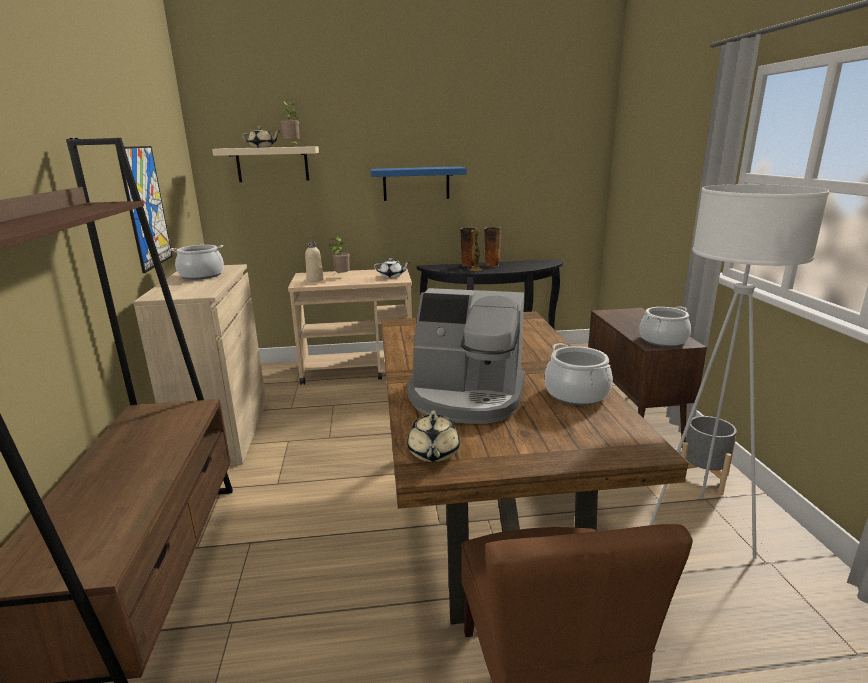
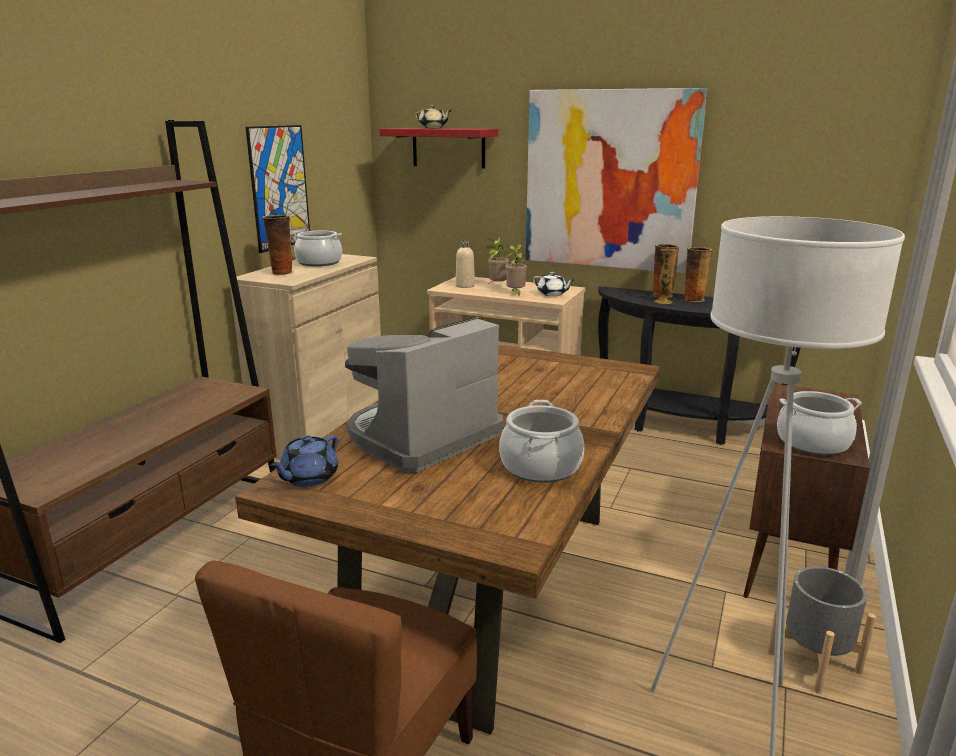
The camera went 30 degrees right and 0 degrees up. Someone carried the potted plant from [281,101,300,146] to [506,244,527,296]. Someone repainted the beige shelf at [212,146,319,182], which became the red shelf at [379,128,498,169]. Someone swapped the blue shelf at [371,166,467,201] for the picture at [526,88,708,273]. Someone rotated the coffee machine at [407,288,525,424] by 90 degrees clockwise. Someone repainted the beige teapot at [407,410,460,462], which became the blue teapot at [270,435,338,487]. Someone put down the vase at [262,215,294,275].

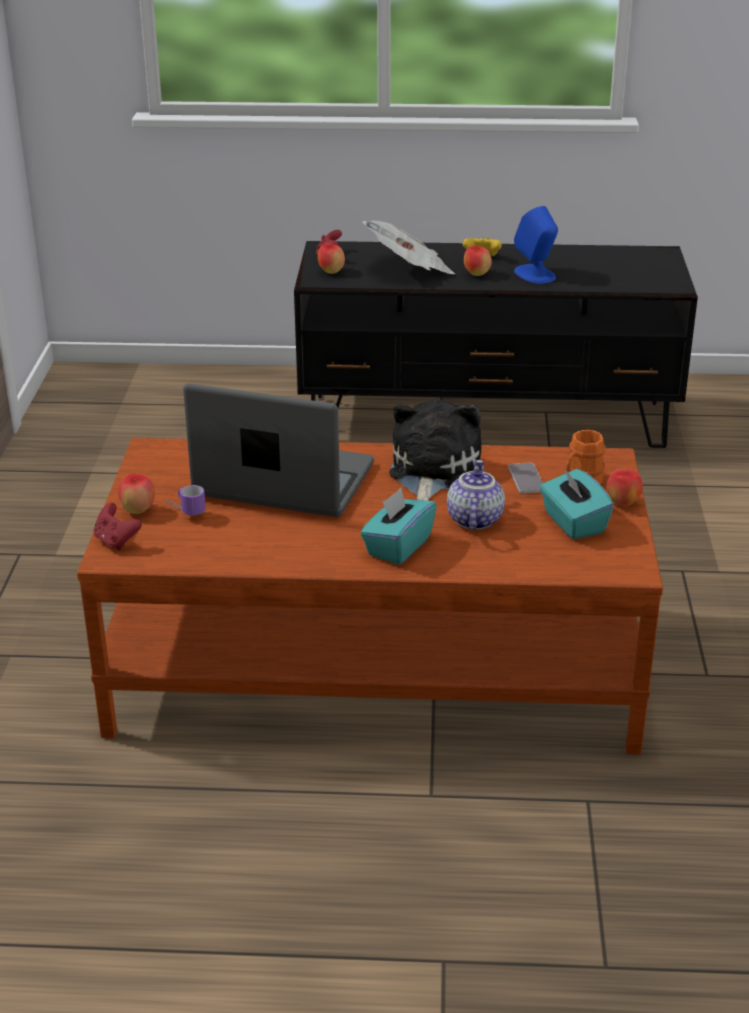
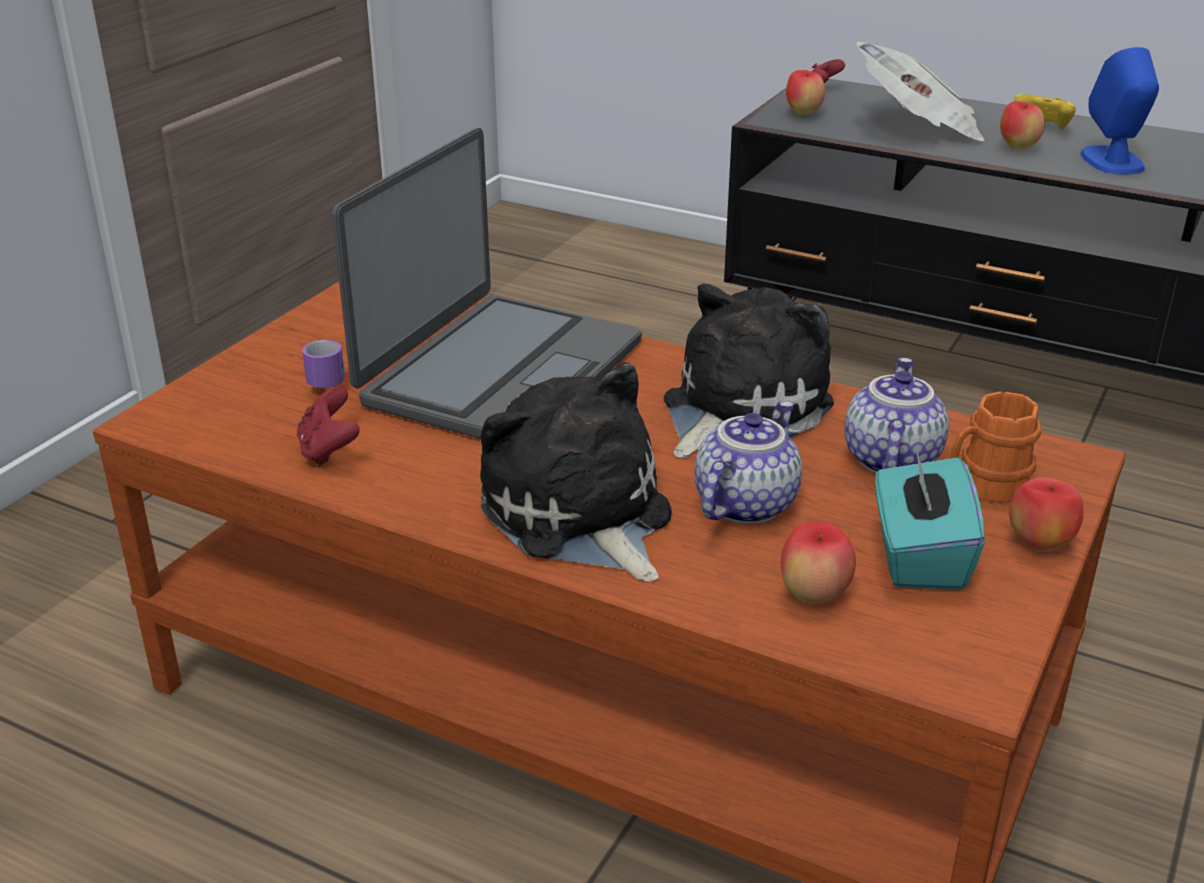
The camera went 25 degrees right and 0 degrees up. Someone rotated the laptop at [183,383,374,517] by 75 degrees clockwise. Someone swapped the phone at [508,463,543,493] for the teapot at [845,358,949,473]. Someone carried the apple from [118,473,155,514] to [781,521,856,604]. Someone swapped the turquoise tissue box at [360,488,437,565] for the plush toy at [480,363,672,582]. Someone carried the red game controller from [94,503,142,550] to [297,386,360,466].

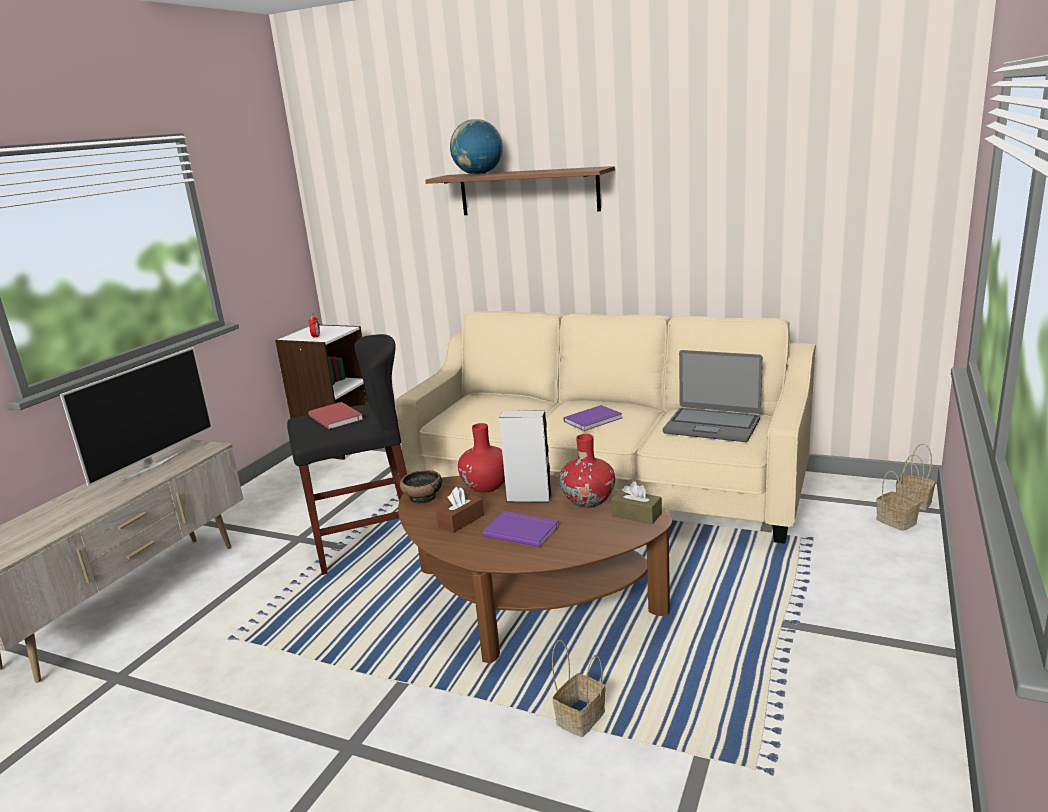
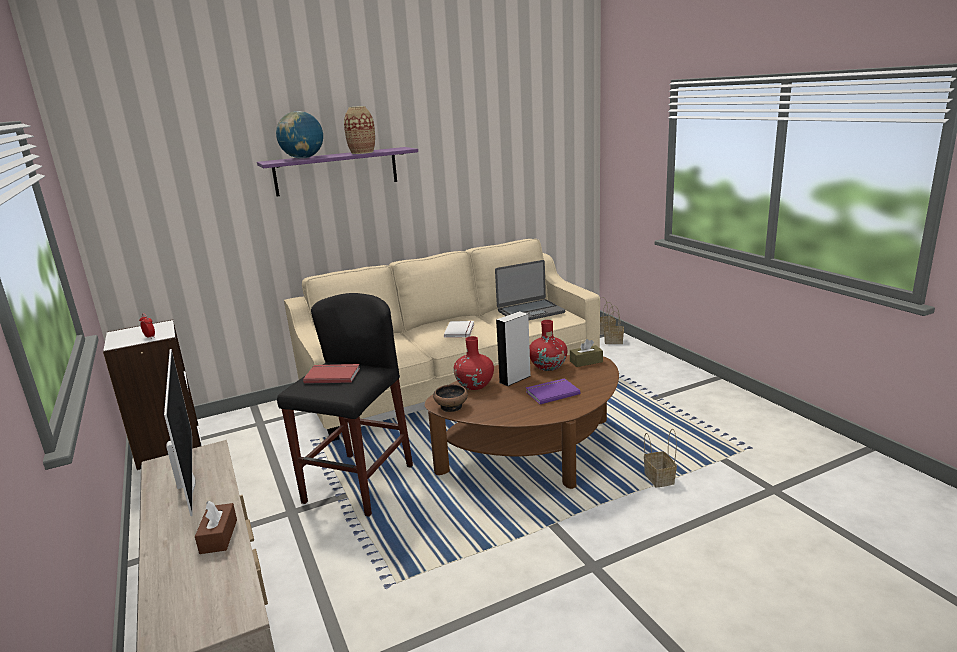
The camera went 50 degrees left and 0 degrees up. Someone repainted the brown shelf at [425,166,615,215], which became the purple shelf at [257,147,418,196]. Someone repainted the purple book at [563,405,622,431], which became the white book at [444,321,474,338]. Someone carried the brown tissue box from [436,487,484,533] to [195,501,237,554]. Someone put down the vase at [344,106,375,154].

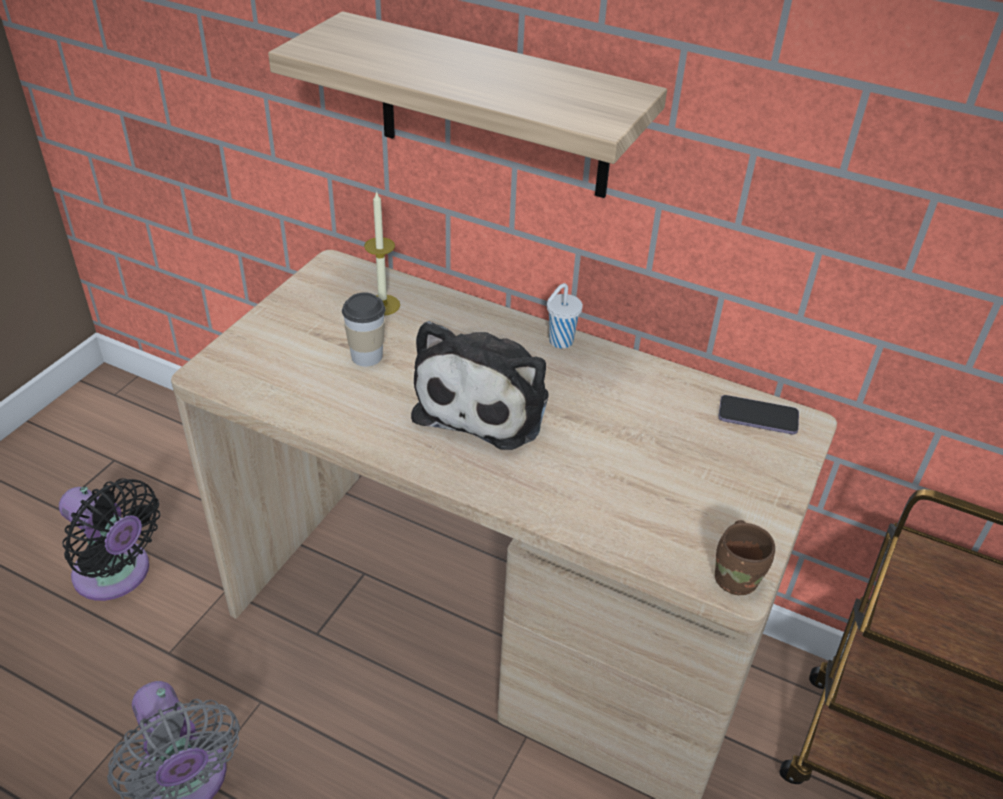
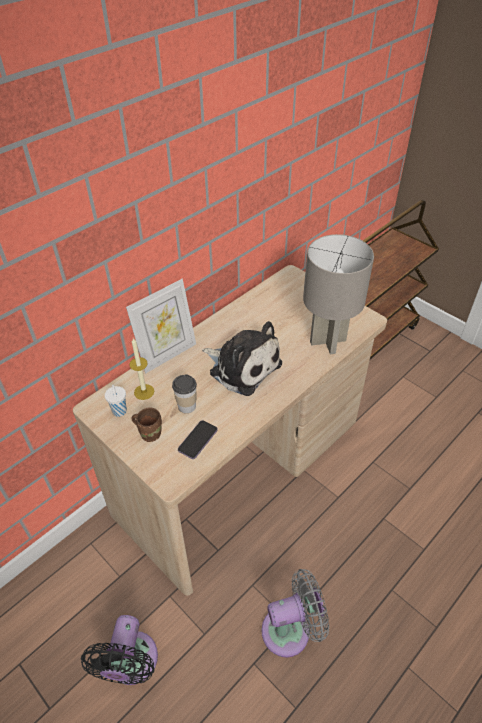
The camera went 70 degrees left and 5 degrees up. Someone took away the shelf at [268,11,667,198]. Someone carried the white cup from [547,283,583,349] to [105,385,127,417]. Someone carried the phone from [718,395,799,434] to [178,420,218,459]. Someone rotated the black fan at [59,478,160,601] by 135 degrees clockwise. Someone carried the brown mug from [715,520,775,595] to [132,408,162,442]. Someone put down the grey table lamp at [303,234,374,354]. Someone put down the picture frame at [126,279,196,373].

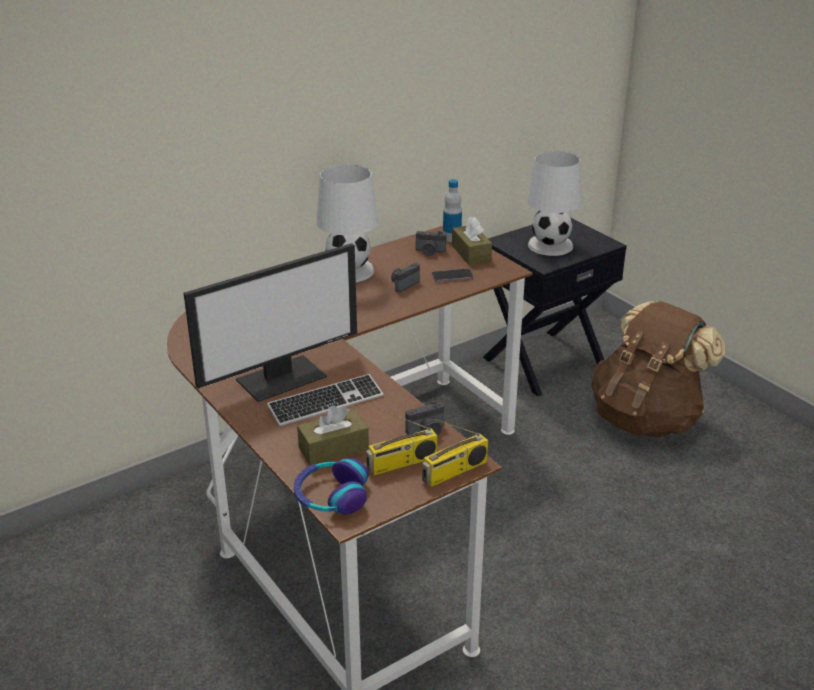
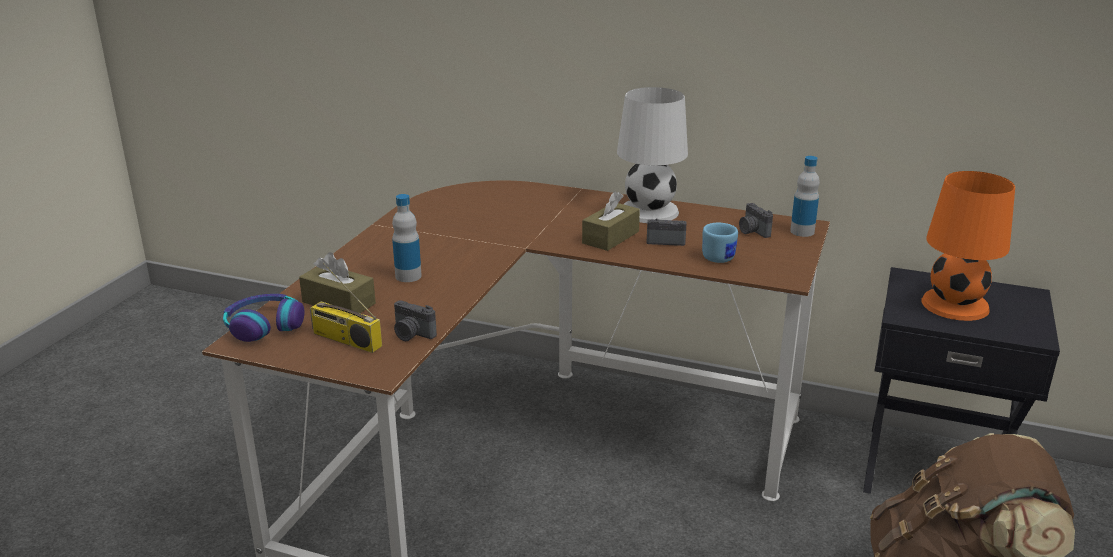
The camera went 55 degrees right and 5 degrees down. Someone repainted the white table lamp at [527,151,581,256], which became the orange table lamp at [921,171,1015,321]. Someone carried the brown tissue box from [452,217,492,265] to [582,191,640,251]. Someone took away the monitor at [184,243,357,402]. Someone swapped the phone at [432,269,473,282] for the blue mug at [702,223,738,263]. Someone swapped the keyboard at [267,374,383,426] for the bottle at [392,194,422,282]. Someone took away the radio at [422,419,488,487].

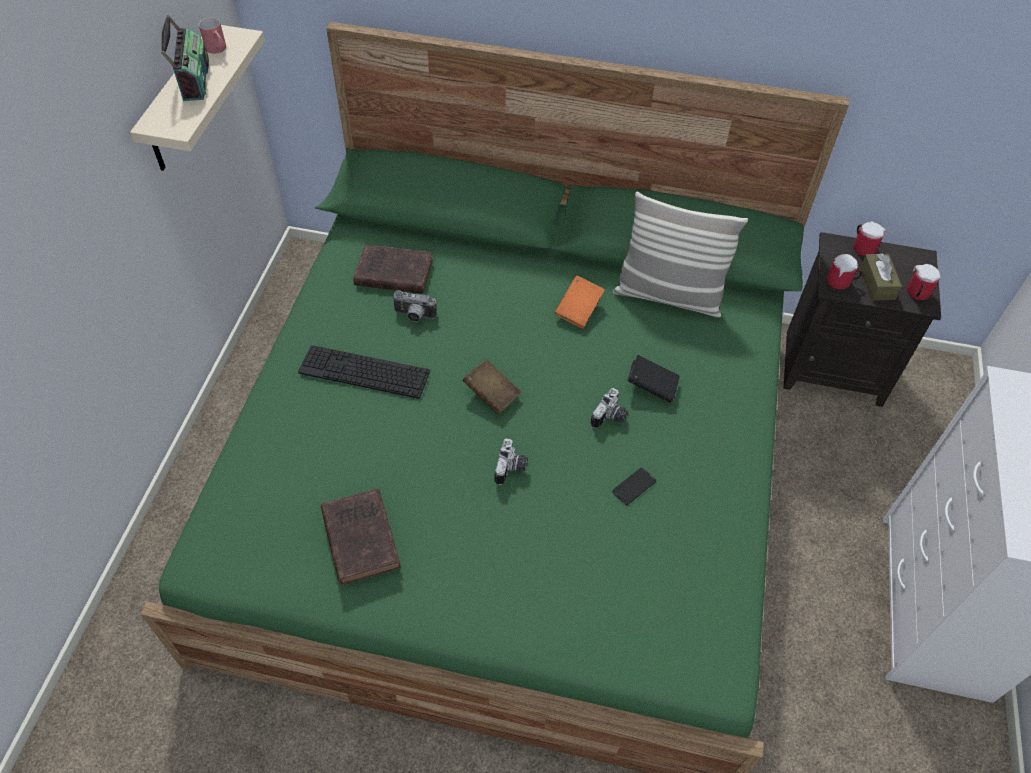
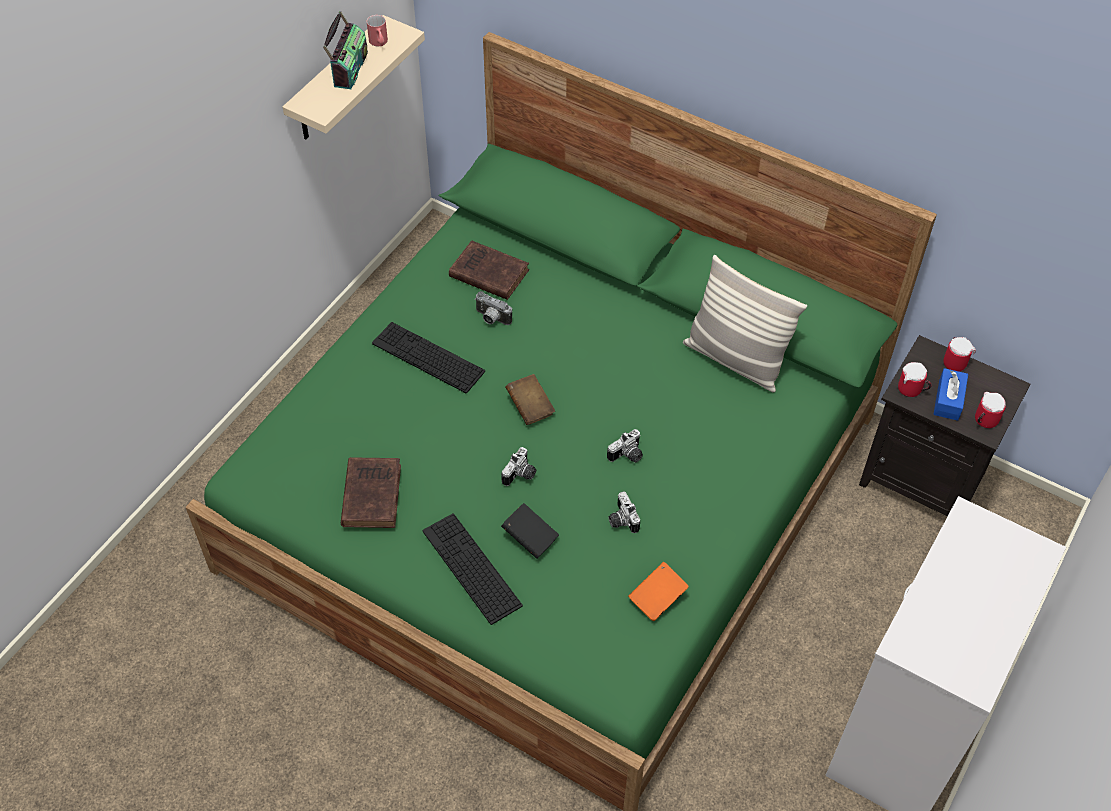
The camera went 20 degrees right and 0 degrees up. Someone repainted the brown tissue box at [860,253,902,300], which became the blue tissue box at [933,368,968,421]. Someone carried the orange book from [554,276,605,328] to [628,562,689,621]. Someone carried the black book from [628,355,680,403] to [501,503,559,559]. Someone swapped the phone at [612,468,656,505] for the photo camera at [608,491,640,533]. Someone put down the keyboard at [423,513,523,625].

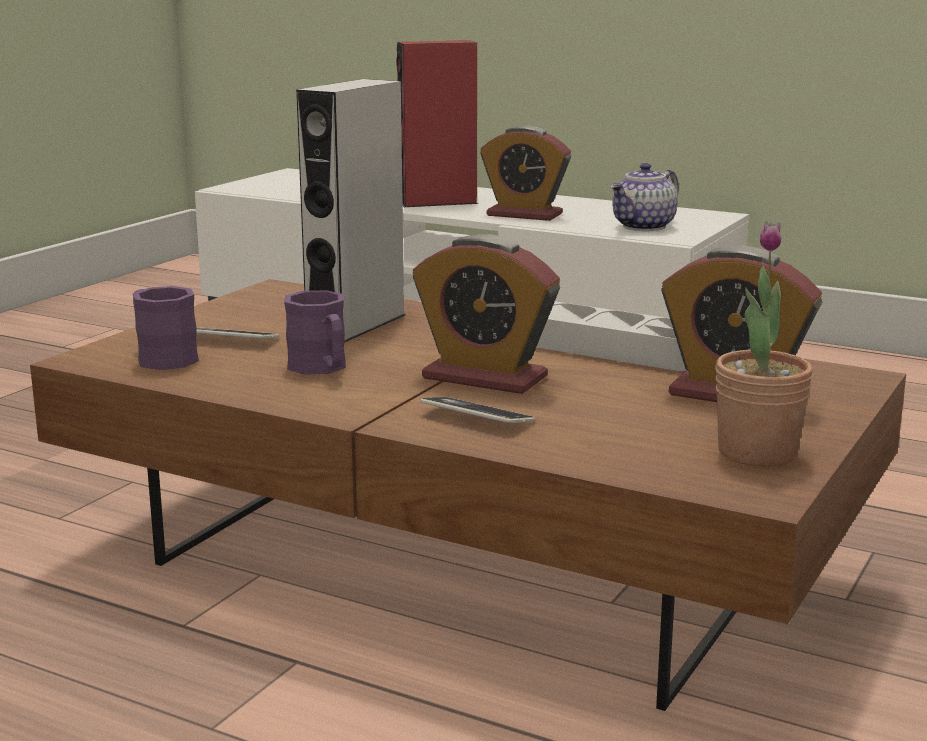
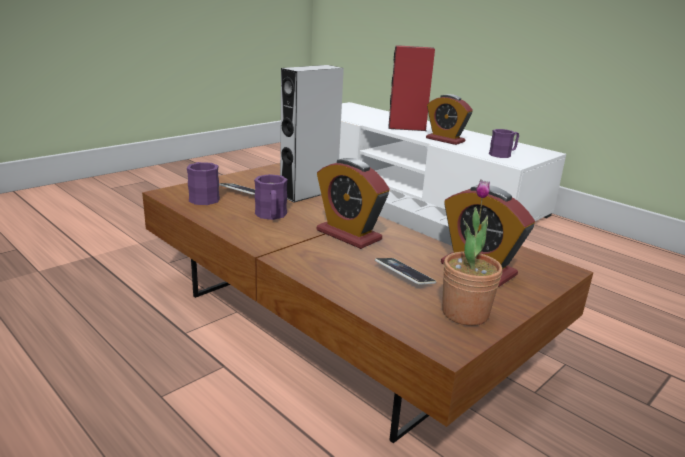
The camera went 15 degrees right and 5 degrees up. Someone swapped the teapot at [610,163,679,231] for the purple mug at [489,129,519,158]. Someone carried the phone from [420,397,535,423] to [375,258,436,285].

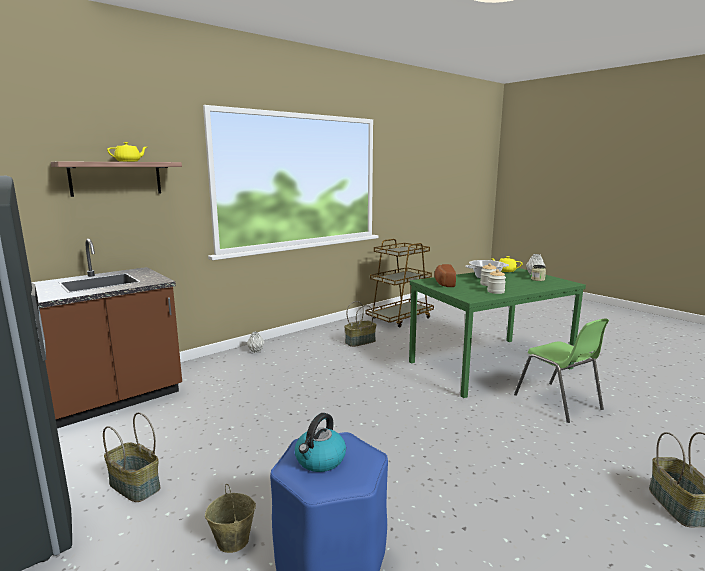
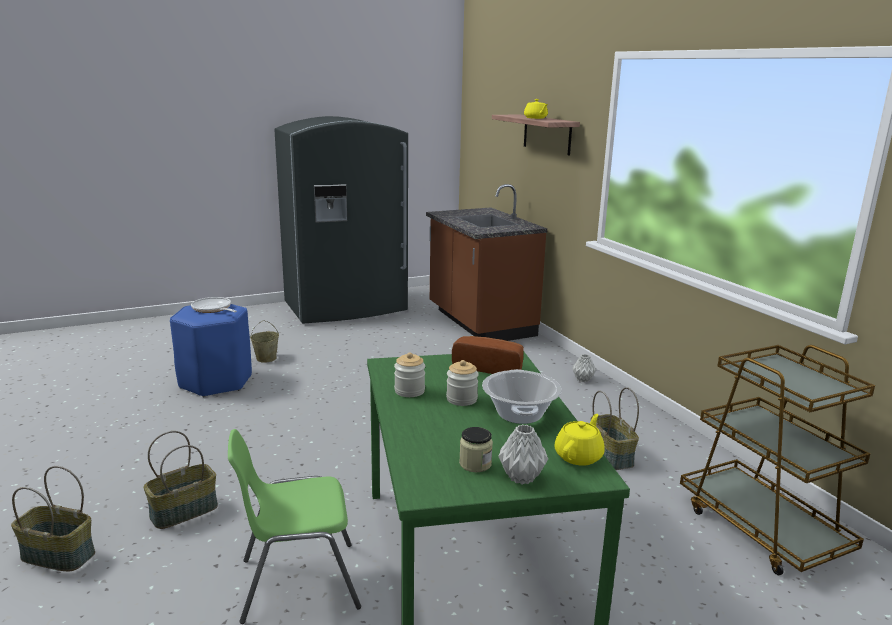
The camera went 105 degrees right and 5 degrees up. Someone carried the basket from [103,412,161,502] to [143,431,218,529]. Someone swapped the kettle at [295,413,346,472] for the frying pan at [191,297,237,313].

